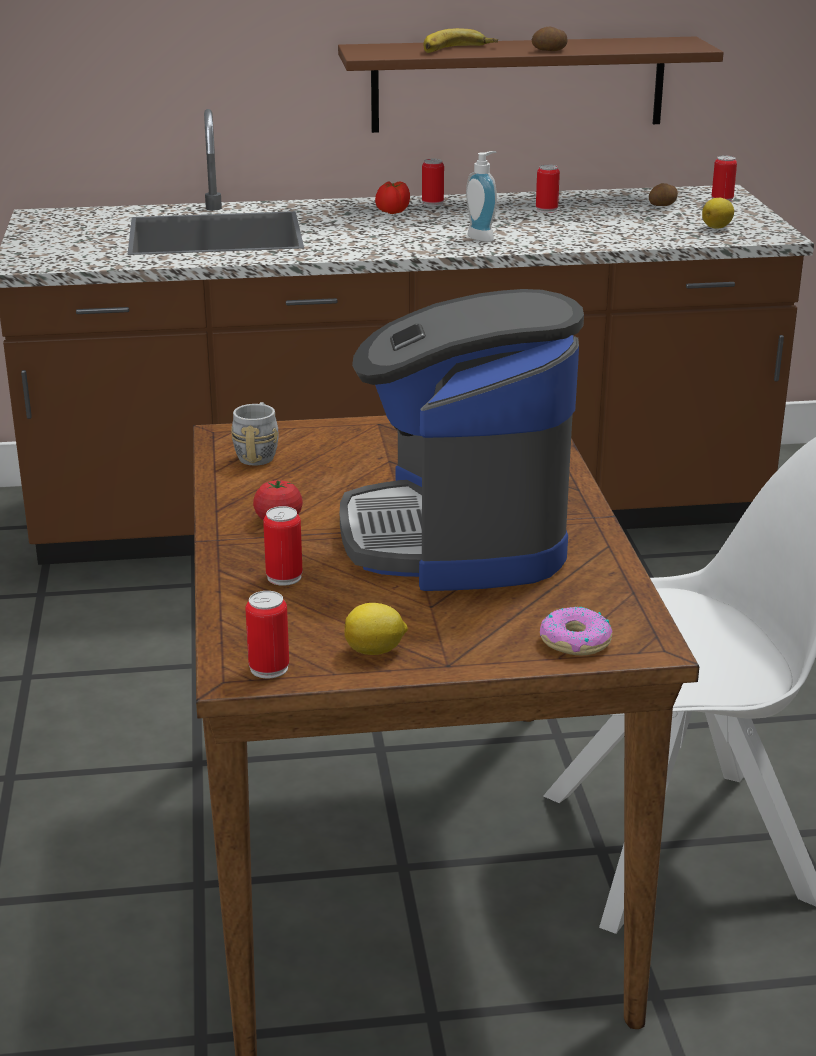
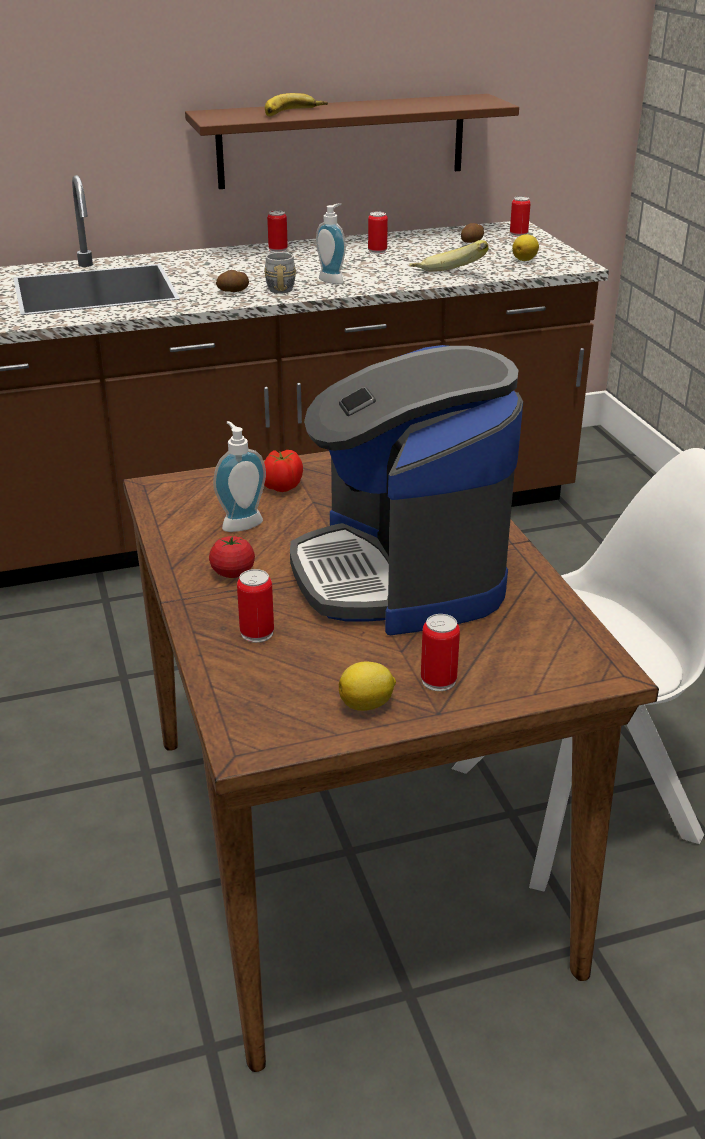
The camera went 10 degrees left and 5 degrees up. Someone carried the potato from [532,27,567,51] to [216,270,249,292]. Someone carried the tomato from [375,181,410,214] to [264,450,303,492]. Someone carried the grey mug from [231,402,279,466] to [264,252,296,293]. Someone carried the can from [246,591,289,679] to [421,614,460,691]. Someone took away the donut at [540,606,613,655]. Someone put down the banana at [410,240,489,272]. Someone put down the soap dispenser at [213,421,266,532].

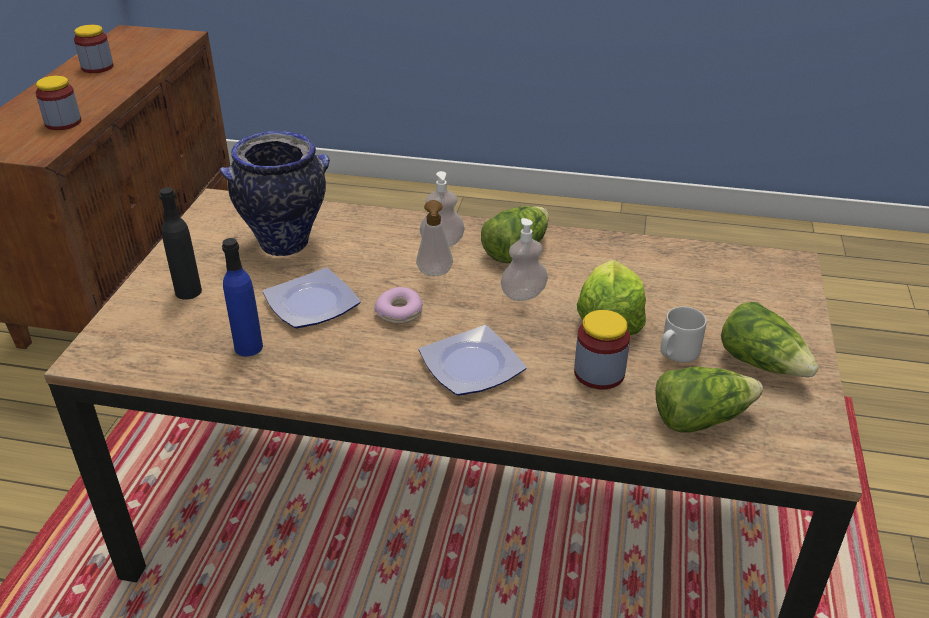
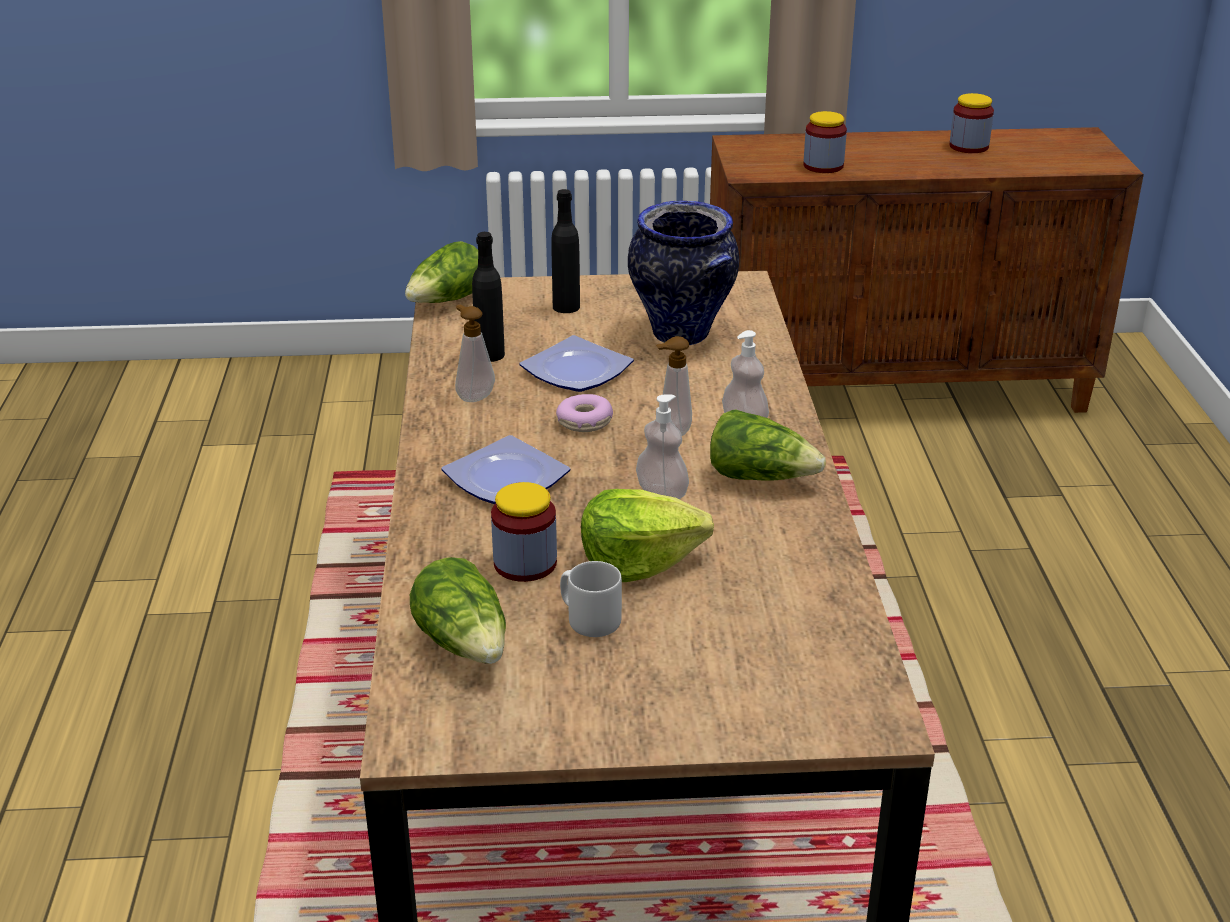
The camera went 75 degrees right and 5 degrees down. Someone repainted the blue bottle at [222,238,263,356], which became the black bottle at [472,232,505,362]. Someone carried the lettuce from [721,302,819,377] to [405,241,478,303]. Someone put down the soap dispenser at [455,305,495,402].

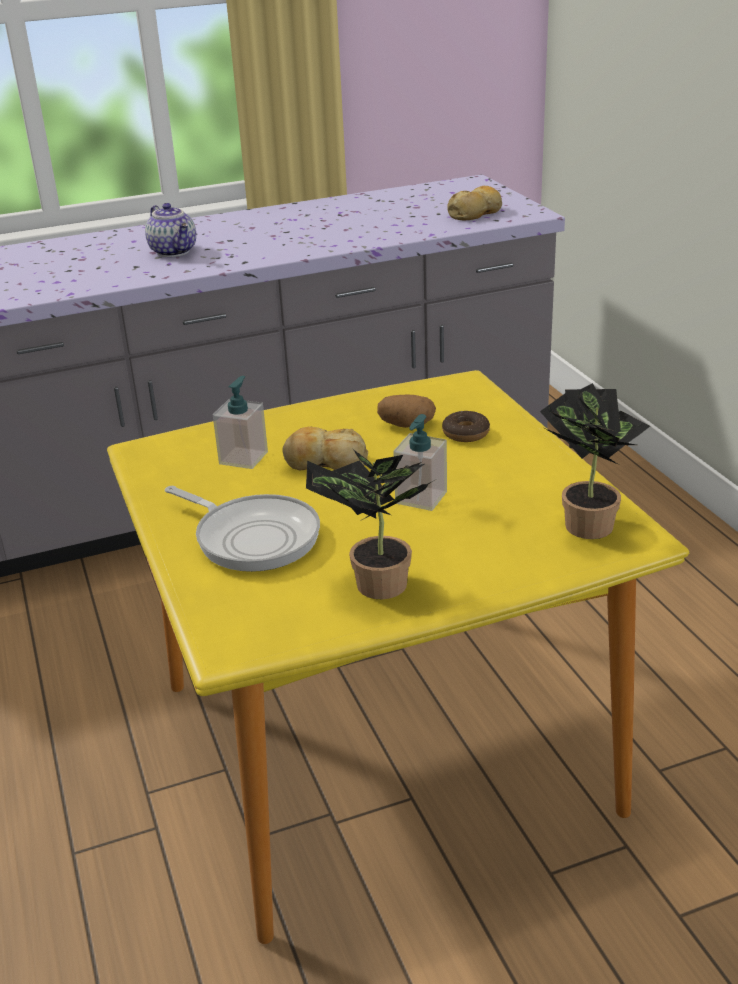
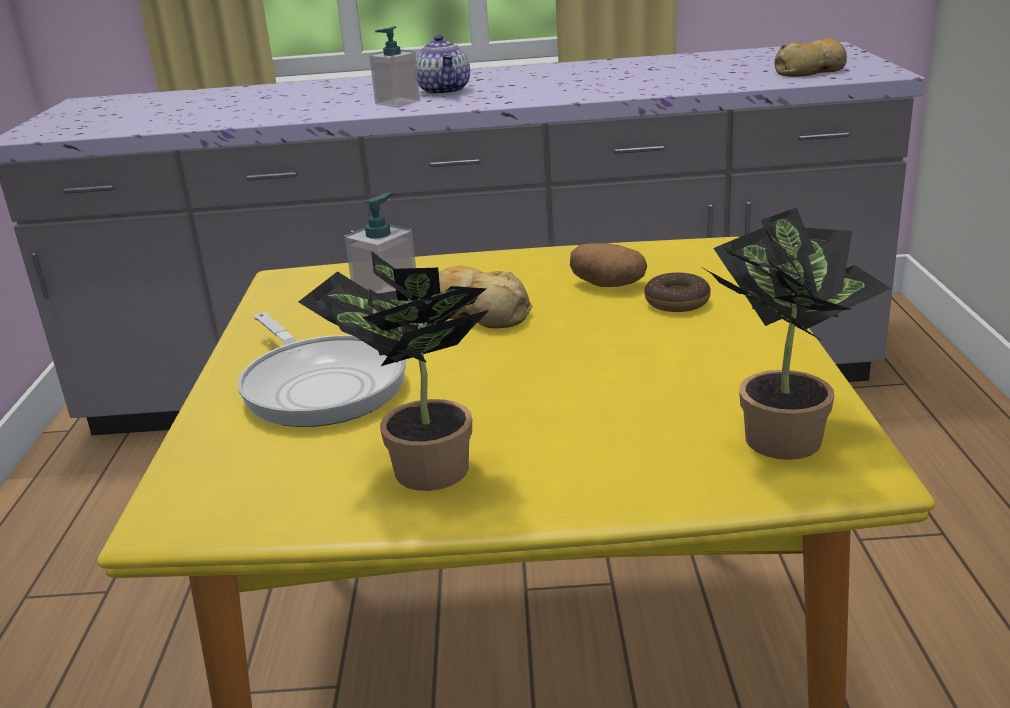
The camera went 20 degrees right and 5 degrees down. Someone carried the soap dispenser from [393,414,447,511] to [369,26,420,107].

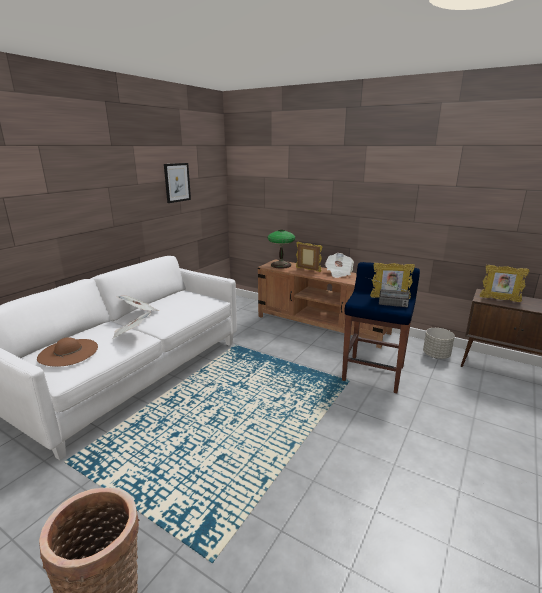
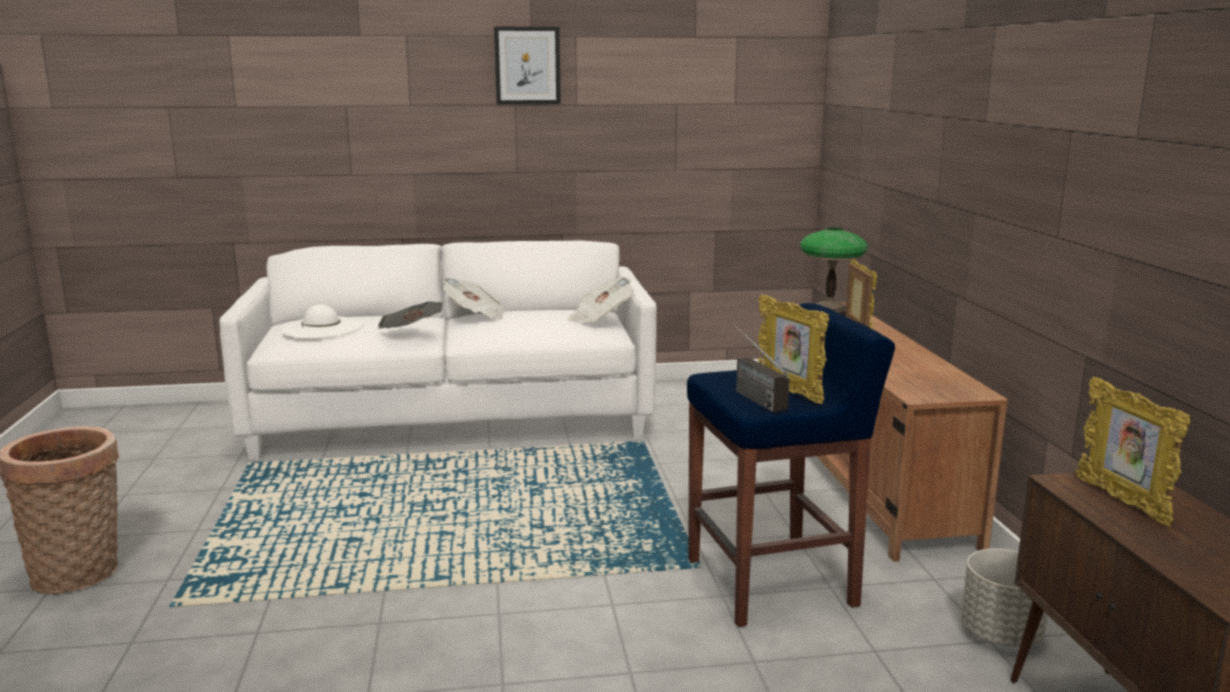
The camera went 50 degrees right and 5 degrees down. Someone carried the picture from [164,163,191,203] to [494,27,561,104]. Someone carried the newspaper from [325,253,354,278] to [567,277,634,322]. Someone repainted the brown hat at [37,337,98,367], which became the white hat at [280,305,363,338].

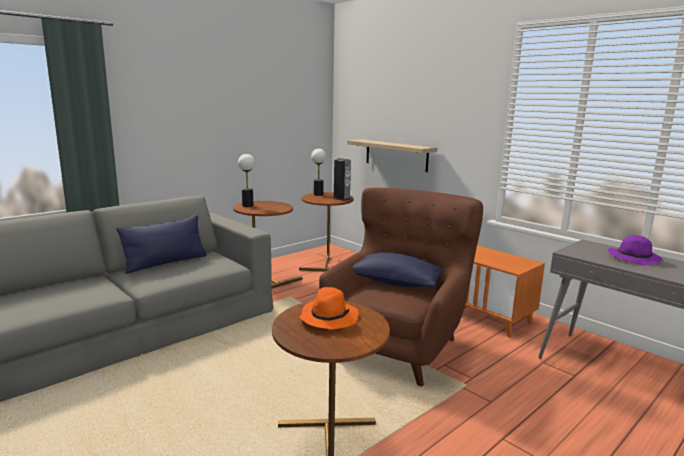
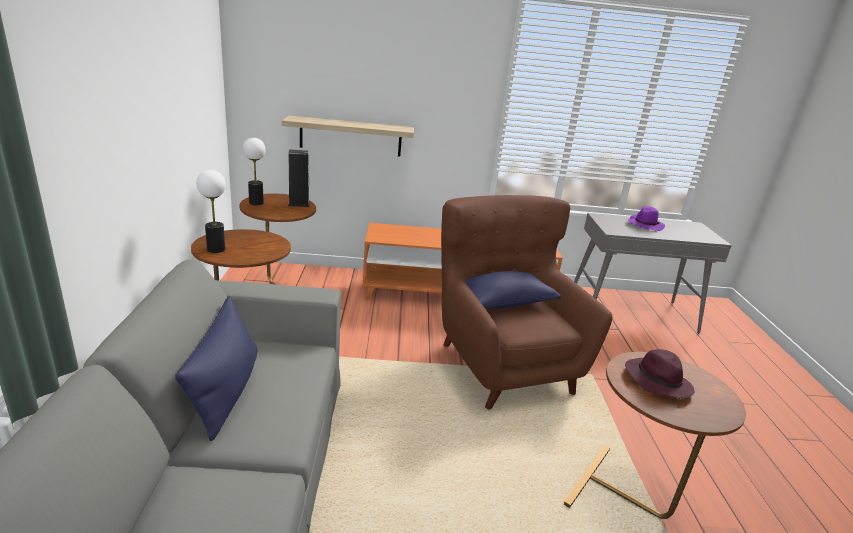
The camera went 50 degrees left and 10 degrees up. Someone repainted the orange hat at [300,287,359,329], which became the purple hat at [625,349,695,398].

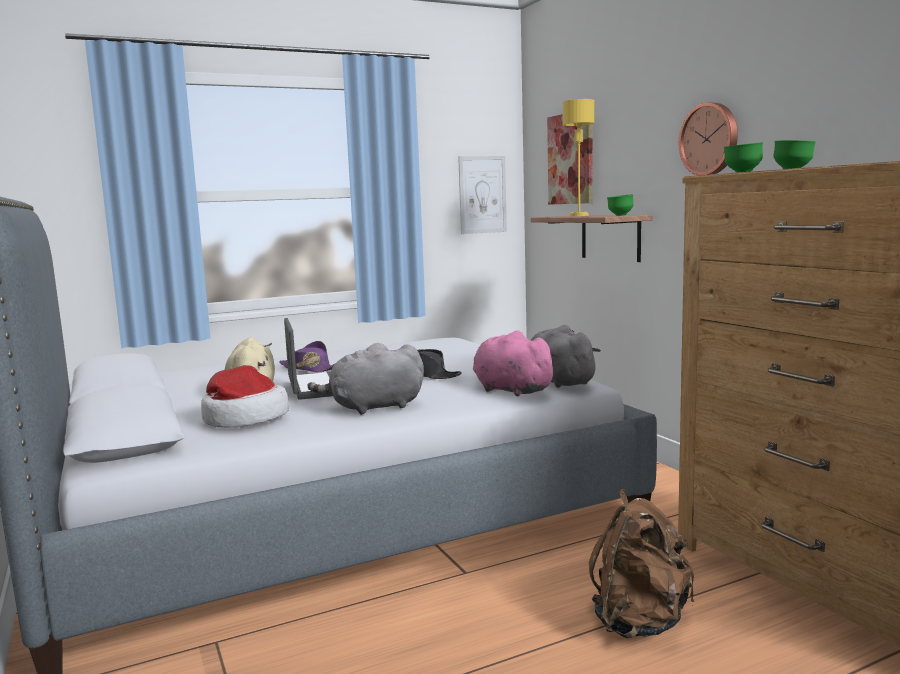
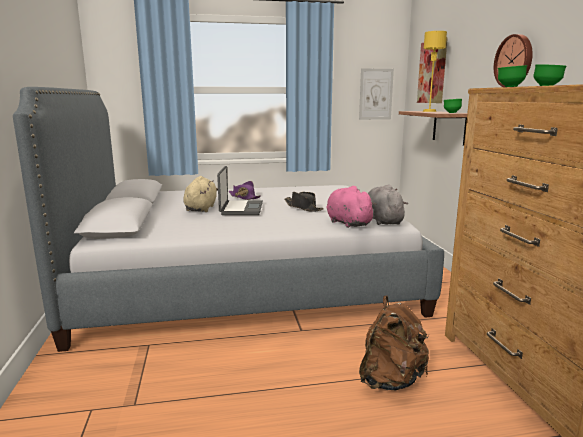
The camera went 15 degrees right and 5 degrees up. Someone took away the grey plush toy at [307,343,424,415]. Someone took away the hat at [201,365,289,428].

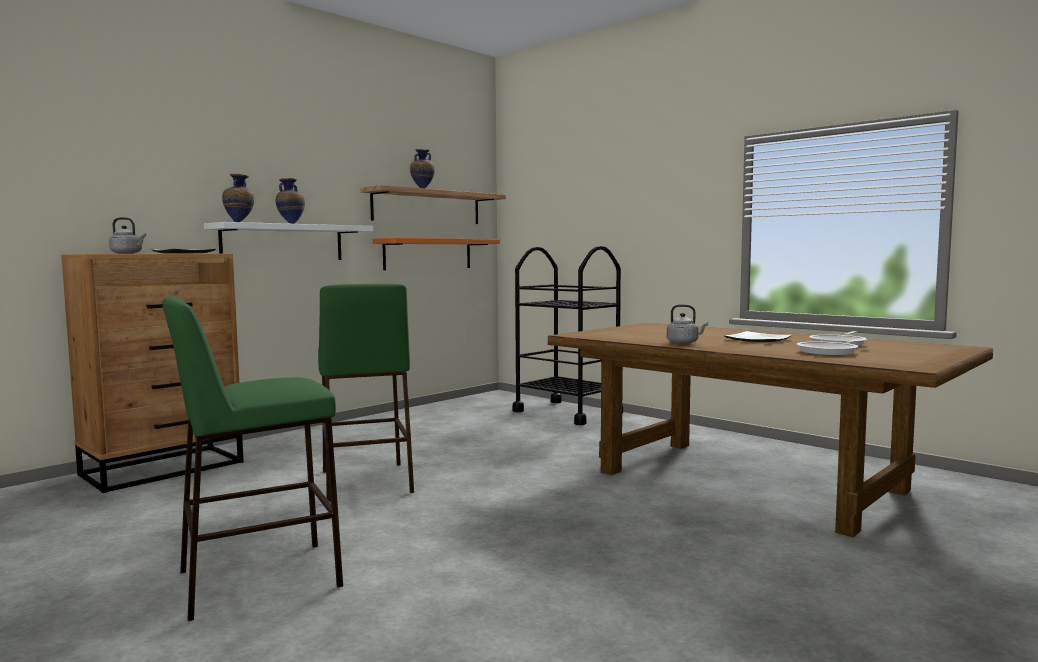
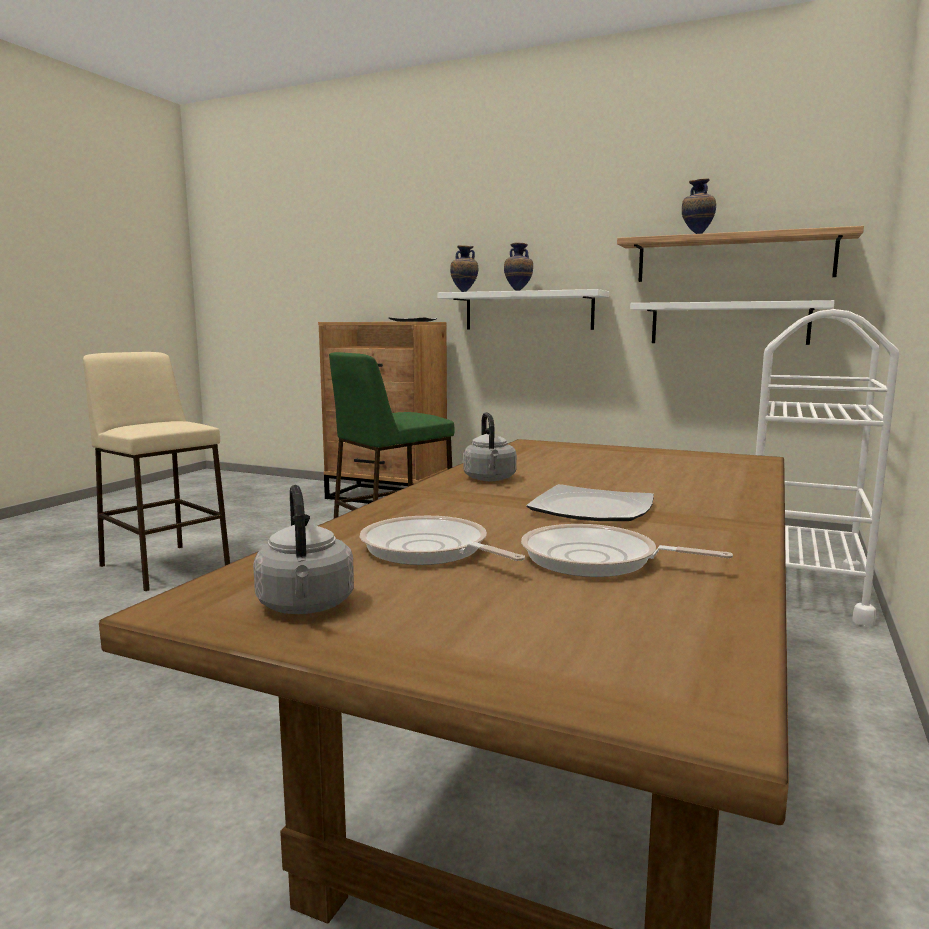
The camera went 70 degrees right and 5 degrees up. Someone carried the grey kettle from [109,217,146,254] to [253,485,354,614]. Someone repainted the orange shelf at [373,238,500,270], which became the white shelf at [630,300,835,345]. Someone repainted the black cart at [513,246,623,425], which became the white cart at [756,309,899,626]. Someone repainted the green stool at [162,296,343,621], which became the beige stool at [83,352,230,591].

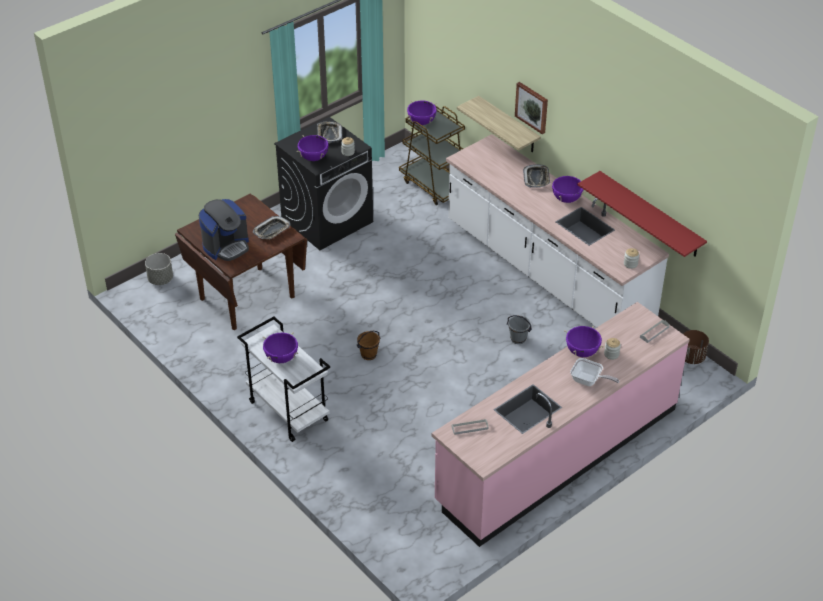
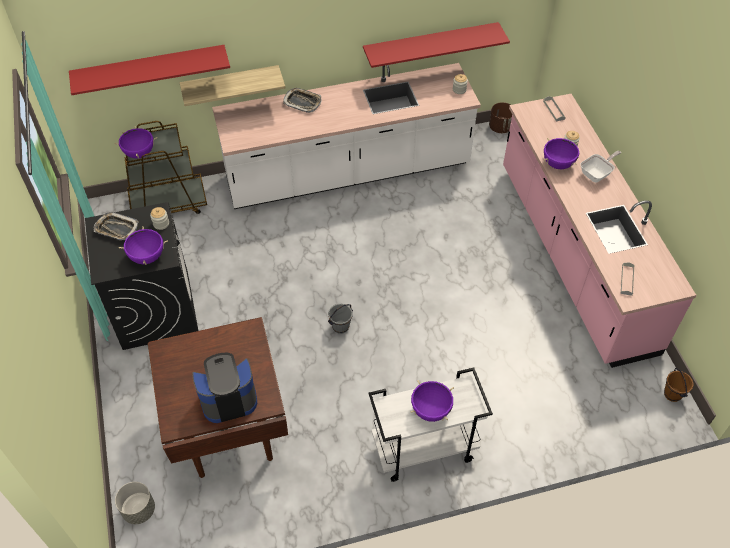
The camera went 65 degrees left and 10 degrees up. Someone took away the picture at [515,82,548,134]. Someone took away the purple cooking pot at [550,175,586,203]. Someone rotated the coffee machine at [199,199,249,261] by 90 degrees counterclockwise. Someone took away the tray at [253,216,291,239]. Someone carried the grey bucket from [507,315,532,344] to [328,304,353,334]. Someone carried the brown bucket from [357,331,381,360] to [664,368,693,402]. Someone put up the red shelf at [69,45,230,95].

